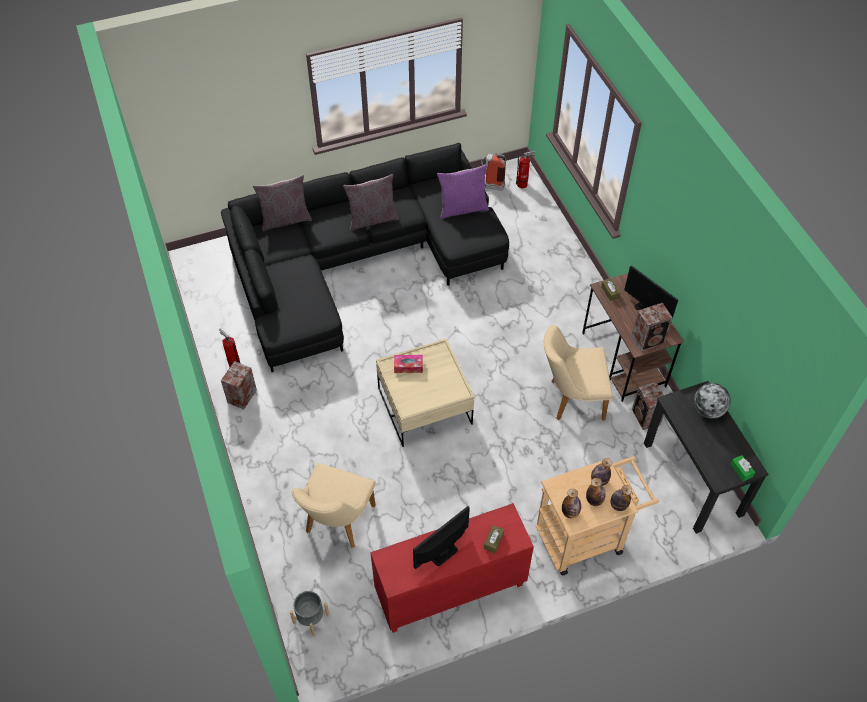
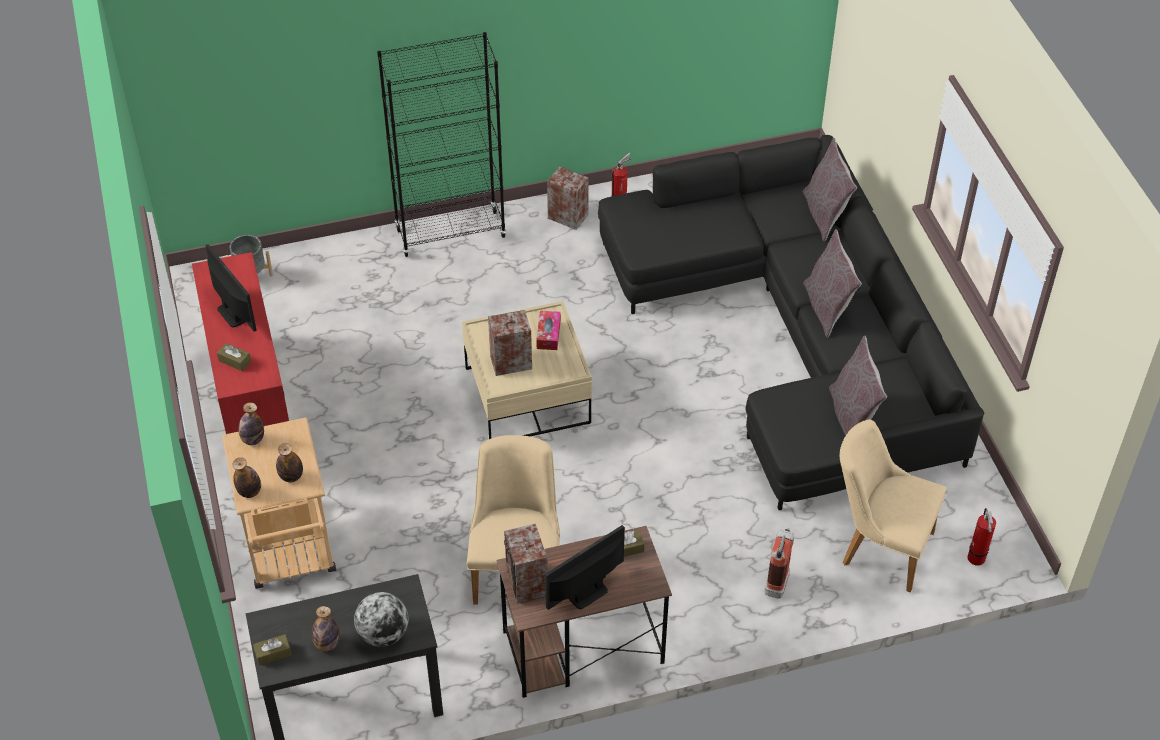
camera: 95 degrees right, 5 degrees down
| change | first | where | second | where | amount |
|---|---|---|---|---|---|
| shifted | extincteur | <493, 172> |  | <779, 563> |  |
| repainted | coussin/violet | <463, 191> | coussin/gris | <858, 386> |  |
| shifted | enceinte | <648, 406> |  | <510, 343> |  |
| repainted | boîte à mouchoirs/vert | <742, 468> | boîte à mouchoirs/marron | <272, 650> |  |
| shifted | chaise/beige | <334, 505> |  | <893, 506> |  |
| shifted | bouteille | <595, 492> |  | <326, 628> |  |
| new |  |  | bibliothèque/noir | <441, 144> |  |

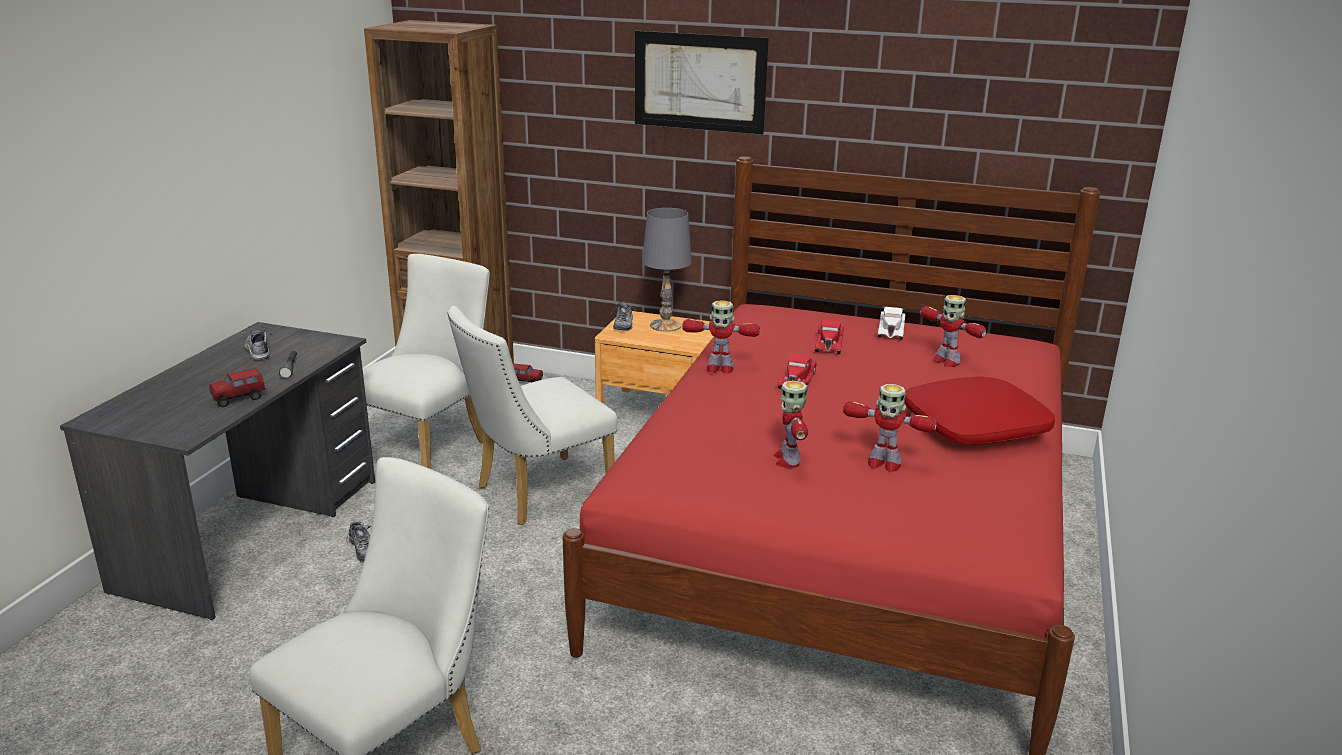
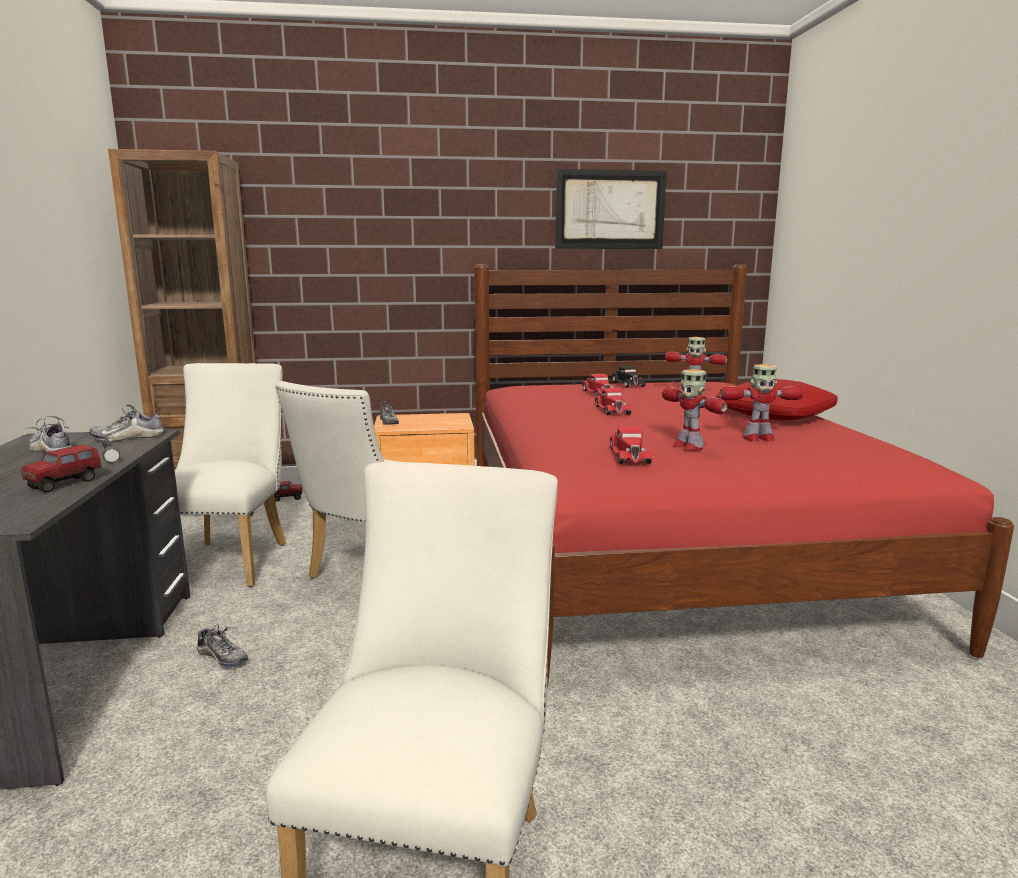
camera: 25 degrees left, 10 degrees down
| change | first | where | second | where | amount |
|---|---|---|---|---|---|
| shifted | tableau | <702, 82> |  | <611, 209> |  |
| gone | lampe de table/gris | <667, 270> |  |  |  |
| gone | robot jouet | <721, 337> |  |  |  |
| repainted | petite voiture/blanc | <891, 323> | petite voiture/noir | <628, 377> |  |
| new |  |  | chaussure | <126, 423> |  |
| new |  |  | petite voiture/rouge | <630, 445> |  |

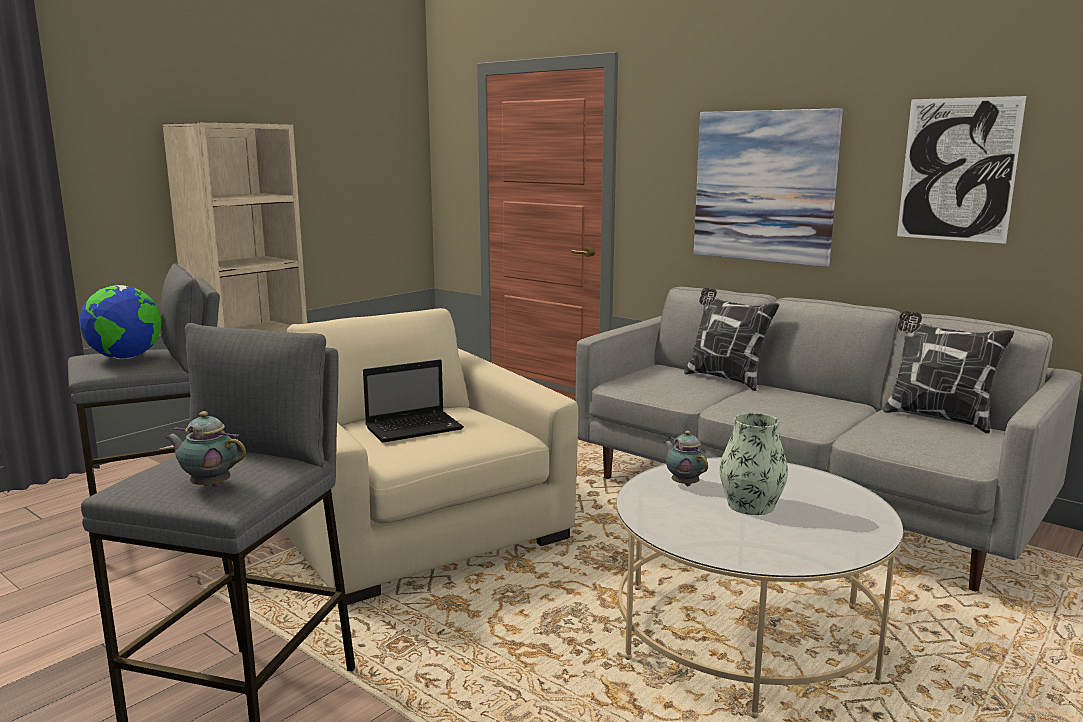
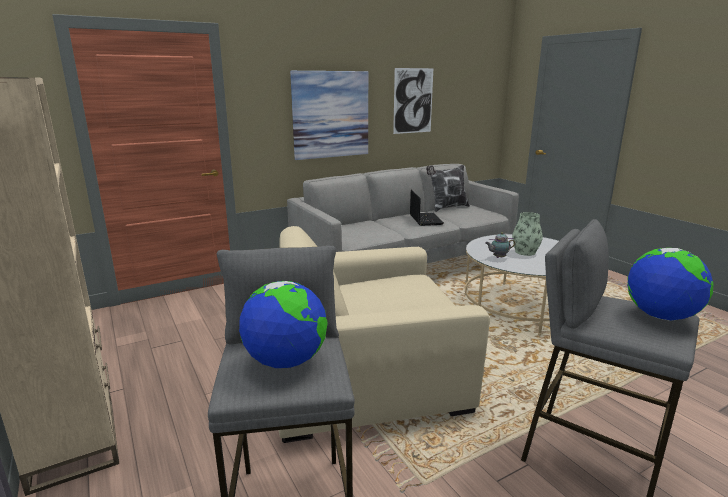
camera: 70 degrees left, 5 degrees up
| change | first | where | second | where | amount |
|---|---|---|---|---|---|
| gone | coussin | <732, 339> |  |  |  |
| shifted | ordinateur portable | <413, 401> |  | <427, 208> |  |
| swapped | théière | <205, 449> | globe | <670, 284> |  |

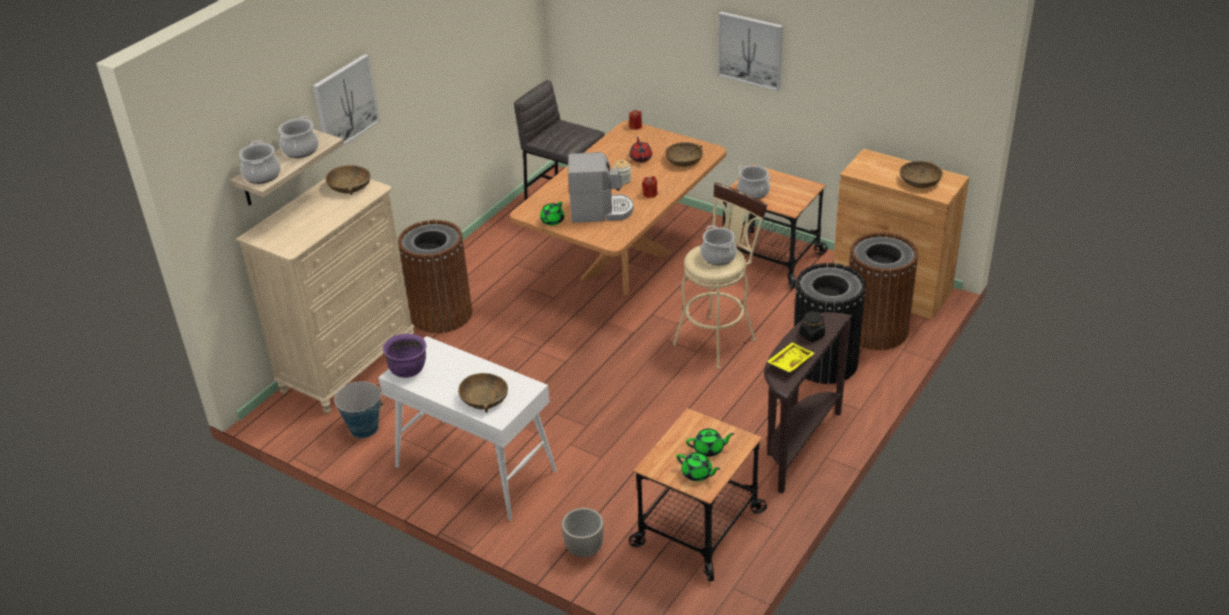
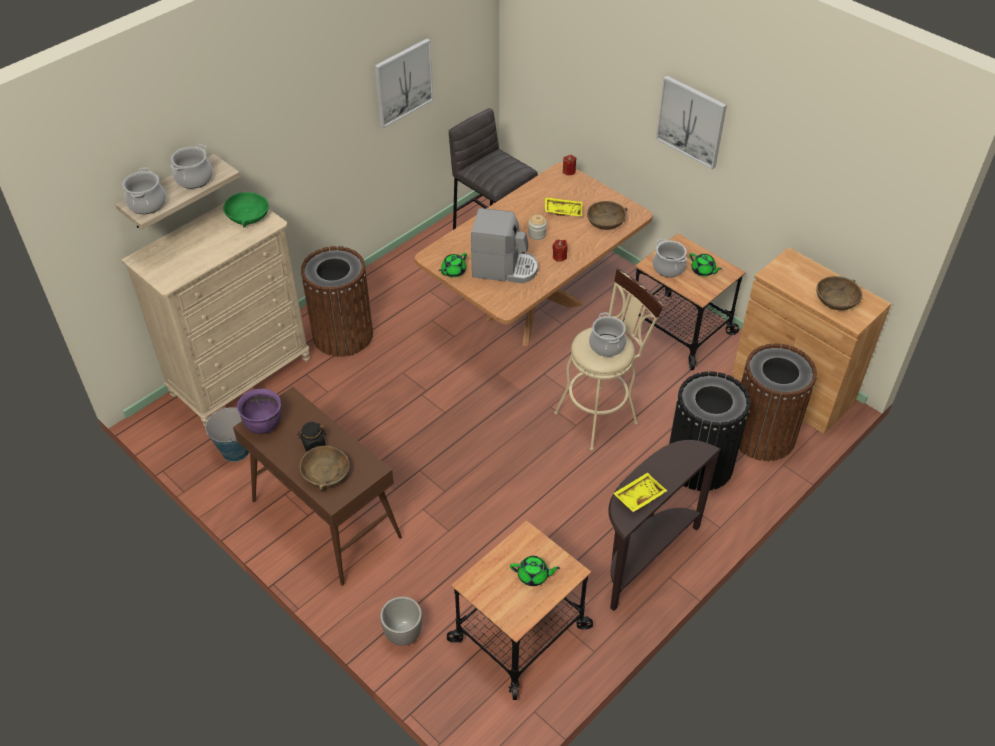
camera: 10 degrees right, 10 degrees up
| change | first | where | second | where | amount |
|---|---|---|---|---|---|
| shifted | tableau | <346, 104> |  | <404, 83> |  |
| swapped | théière/rouge | <640, 150> | plateau/jaune | <564, 207> |  |
| repainted | bol/marron | <348, 180> | bol/vert | <246, 210> |  |
| shifted | bocal/noir | <812, 327> |  | <311, 437> |  |
| repainted | table console/blanc | <467, 428> | table console/marron | <317, 486> |  |
| shifted | théière/vert | <698, 466> |  | <705, 264> |  |

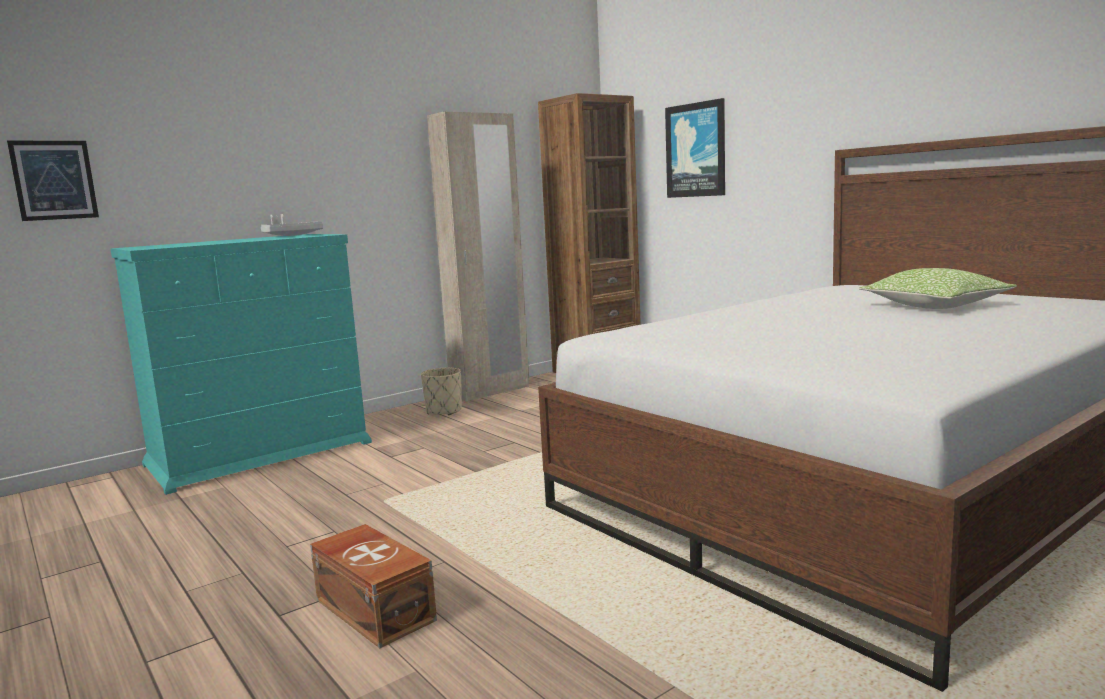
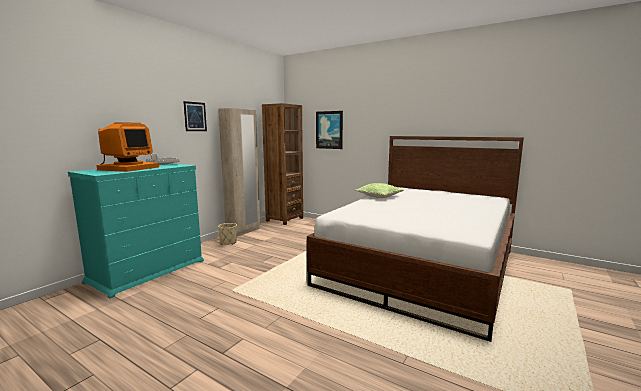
camera: 20 degrees left, 0 degrees up
| change | first | where | second | where | amount |
|---|---|---|---|---|---|
| shifted | tableau | <53, 181> |  | <195, 116> |  |
| shifted | coussin | <938, 288> |  | <379, 190> |  |
| gone | boîte de rangement/marron | <373, 586> |  |  |  |
| new |  |  | écran d'ordinateur | <128, 147> |  |

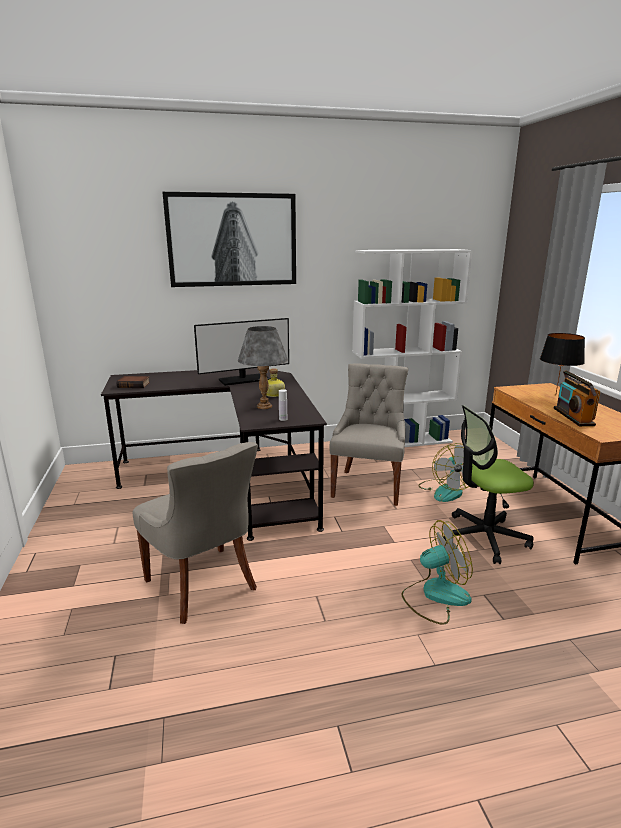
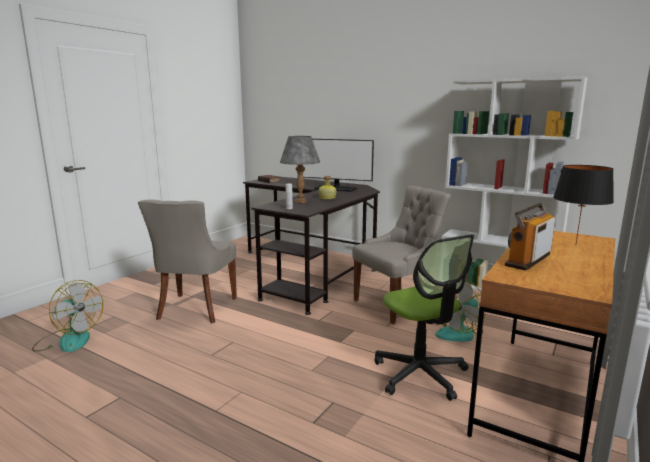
camera: 45 degrees right, 5 degrees down
| change | first | where | second | where | amount |
|---|---|---|---|---|---|
| gone | tableau | <229, 239> |  |  |  |
| rotated | chaise de bureau | <488, 484> |  | <424, 317> | 150 degrees counterclockwise |
| shifted | ventilateur | <437, 572> |  | <67, 316> |  |

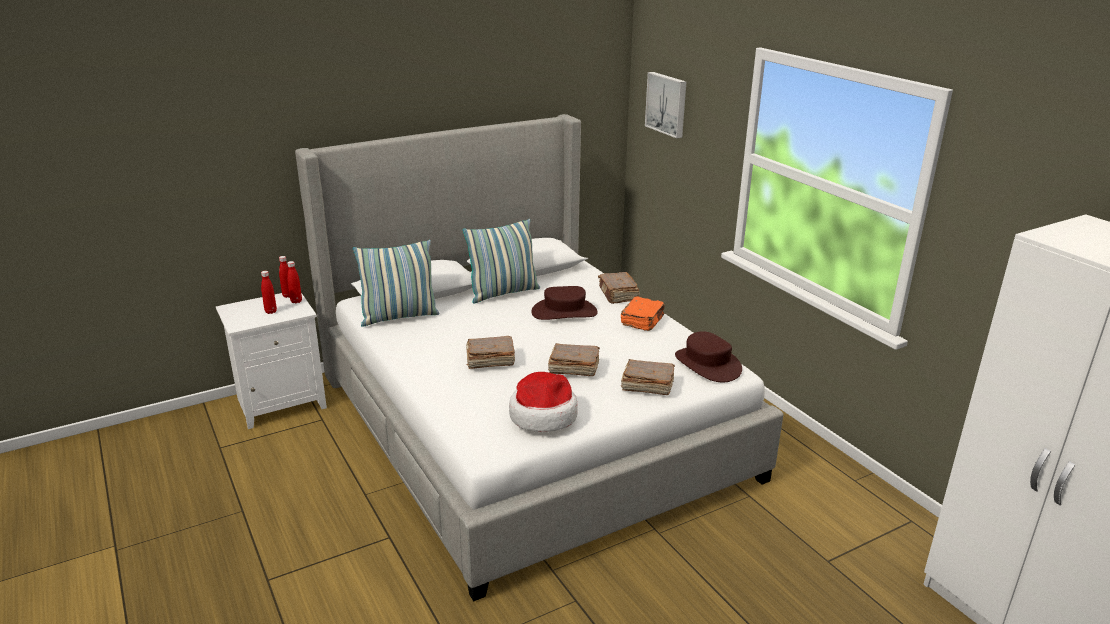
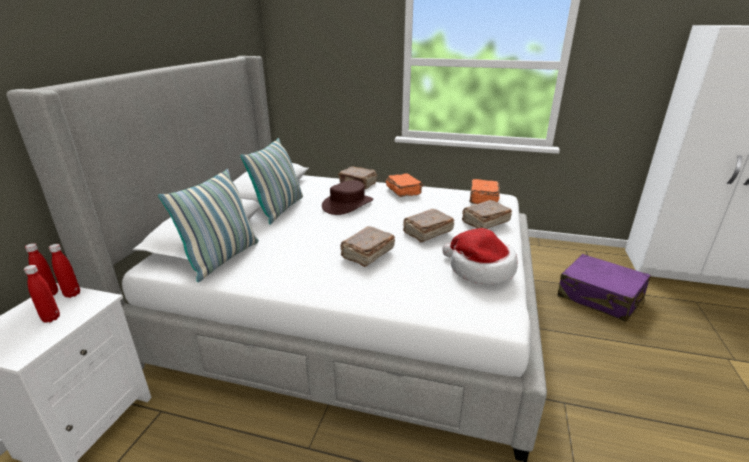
camera: 45 degrees left, 0 degrees up
| change | first | where | second | where | amount |
|---|---|---|---|---|---|
| gone | tableau | <665, 105> |  |  |  |
| swapped | chapeau/marron | <708, 356> | livre/orange | <484, 191> |  |
| new |  |  | valise/violet | <604, 288> |  |

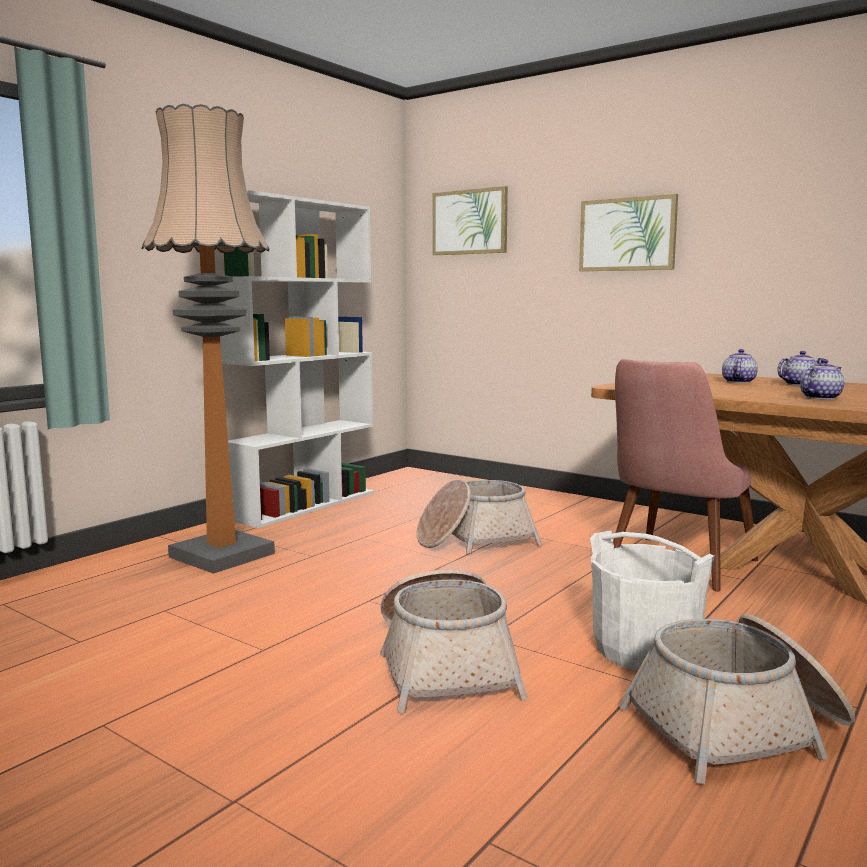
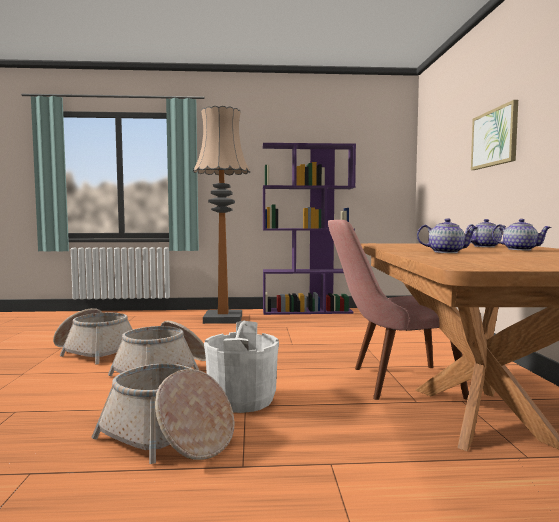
camera: 50 degrees right, 5 degrees down
| change | first | where | second | where | amount |
|---|---|---|---|---|---|
| gone | tableau | <470, 220> |  |  |  |
| repainted | bibliothèque/blanc | <295, 359> | bibliothèque/violet | <309, 229> |  |
| shifted | panier | <479, 517> |  | <93, 336> |  |

